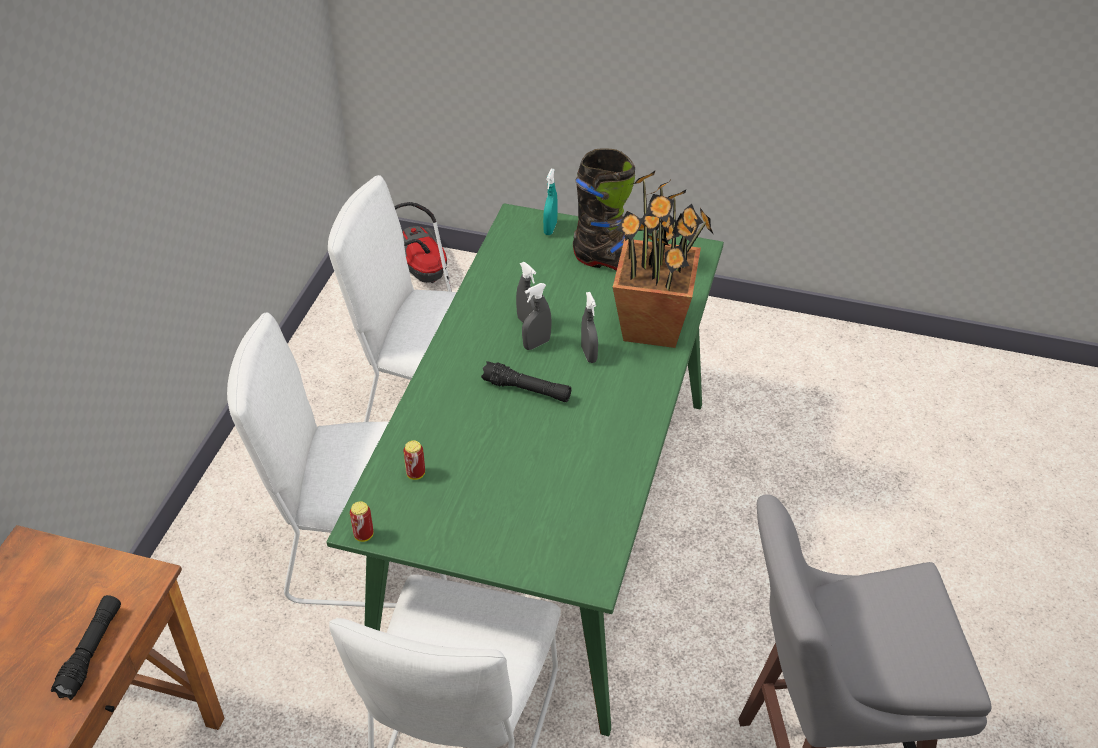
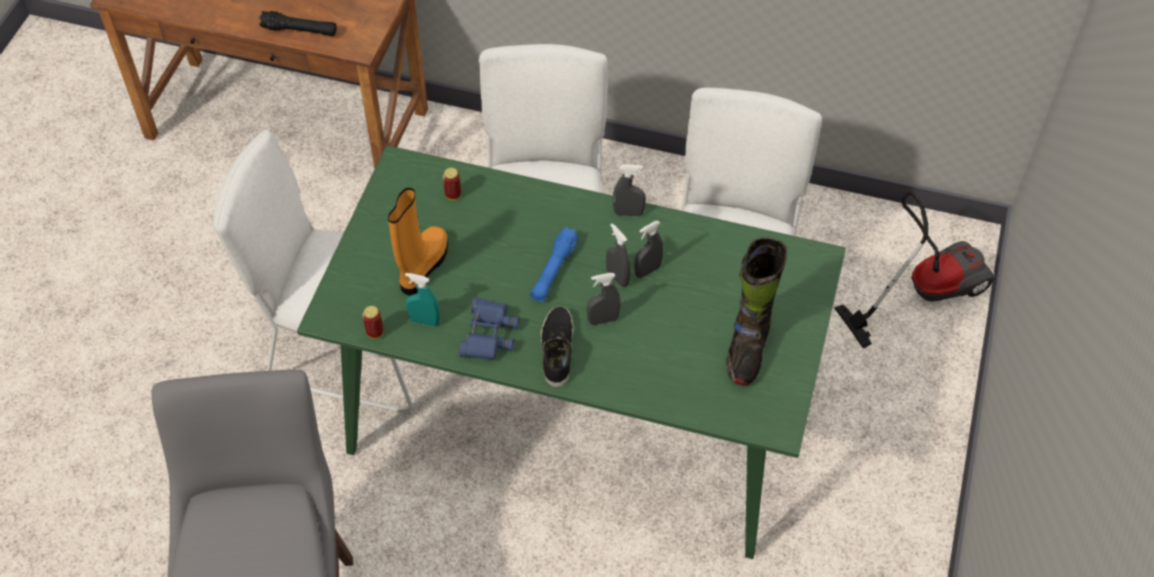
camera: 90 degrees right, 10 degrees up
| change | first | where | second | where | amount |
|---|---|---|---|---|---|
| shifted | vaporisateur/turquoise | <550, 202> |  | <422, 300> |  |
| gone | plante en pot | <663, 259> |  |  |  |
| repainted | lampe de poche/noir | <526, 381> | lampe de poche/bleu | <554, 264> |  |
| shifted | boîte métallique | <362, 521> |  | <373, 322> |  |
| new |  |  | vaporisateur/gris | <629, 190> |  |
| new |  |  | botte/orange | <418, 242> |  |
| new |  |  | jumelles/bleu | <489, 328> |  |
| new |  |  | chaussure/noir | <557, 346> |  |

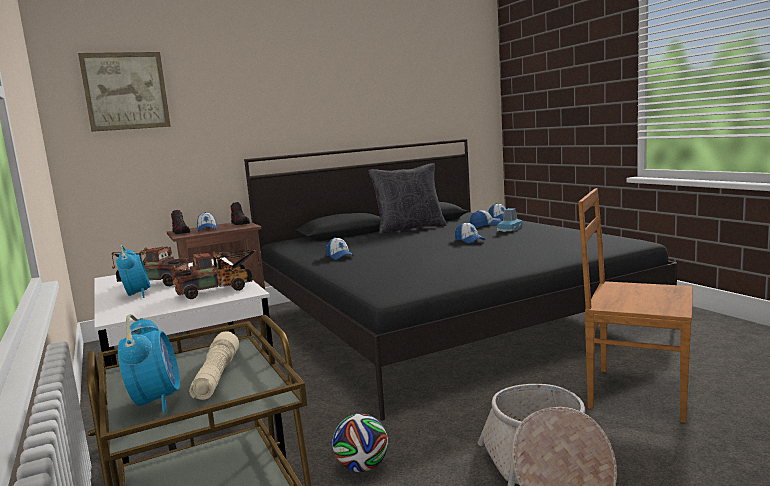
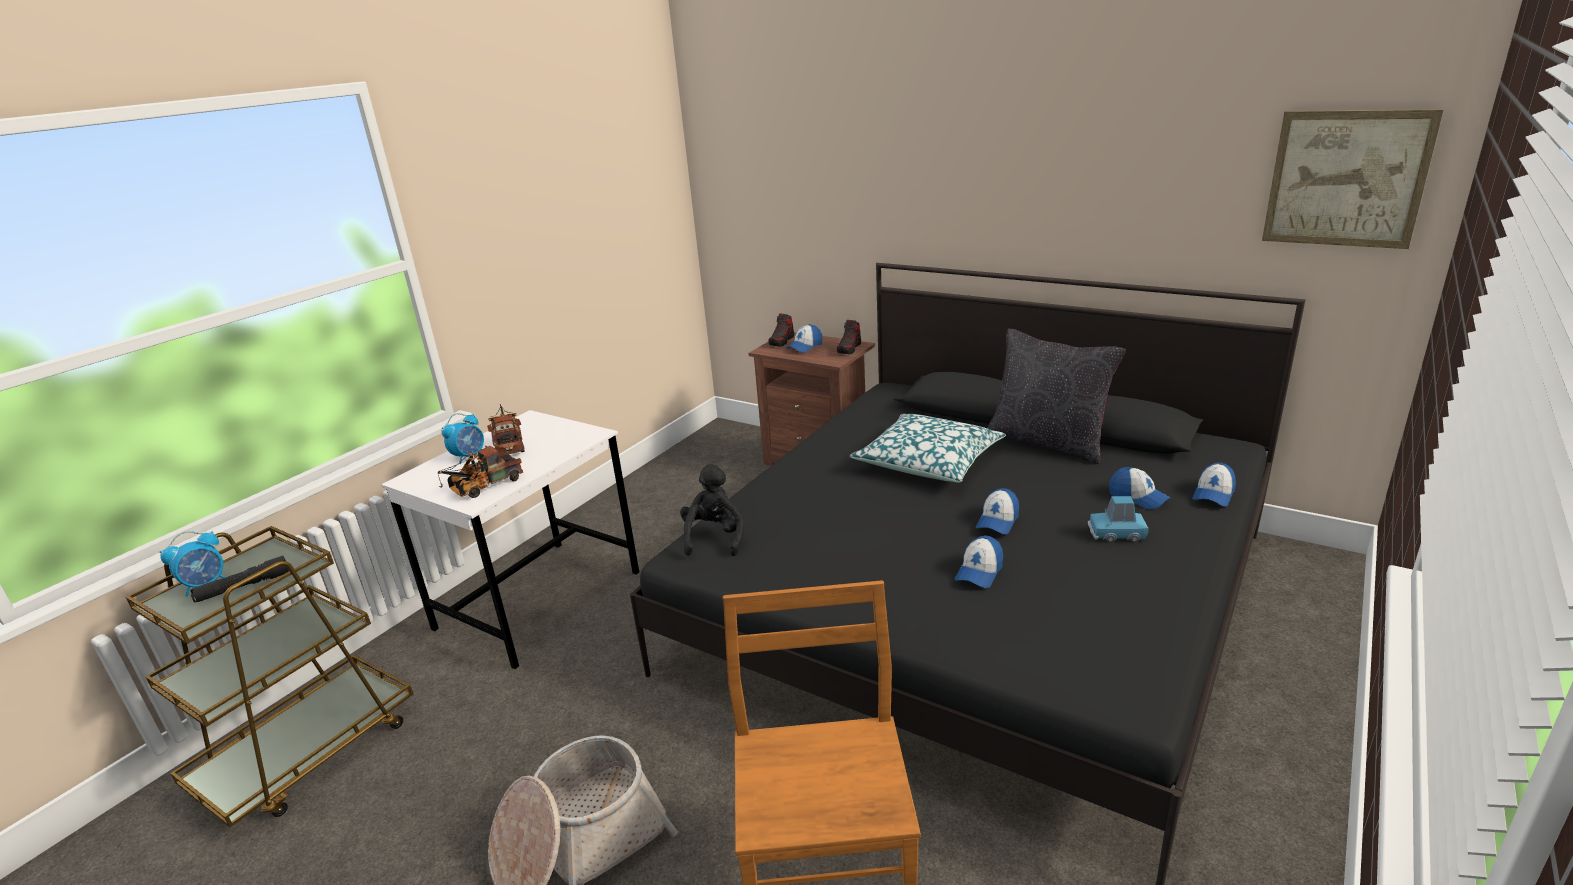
camera: 60 degrees right, 15 degrees up
| change | first | where | second | where | amount |
|---|---|---|---|---|---|
| shifted | tableau | <124, 92> |  | <1352, 179> |  |
| shifted | casquette | <340, 248> |  | <979, 562> |  |
| rotated | camion jouet | <217, 274> |  | <480, 472> | 105 degrees clockwise |
| repainted | lampe de poche/beige | <214, 365> | lampe de poche/noir | <239, 579> |  |
| gone | ballon de foot | <360, 443> |  |  |  |
| new |  |  | coussin | <928, 448> |  |
| new |  |  | peluche/noir | <712, 510> |  |

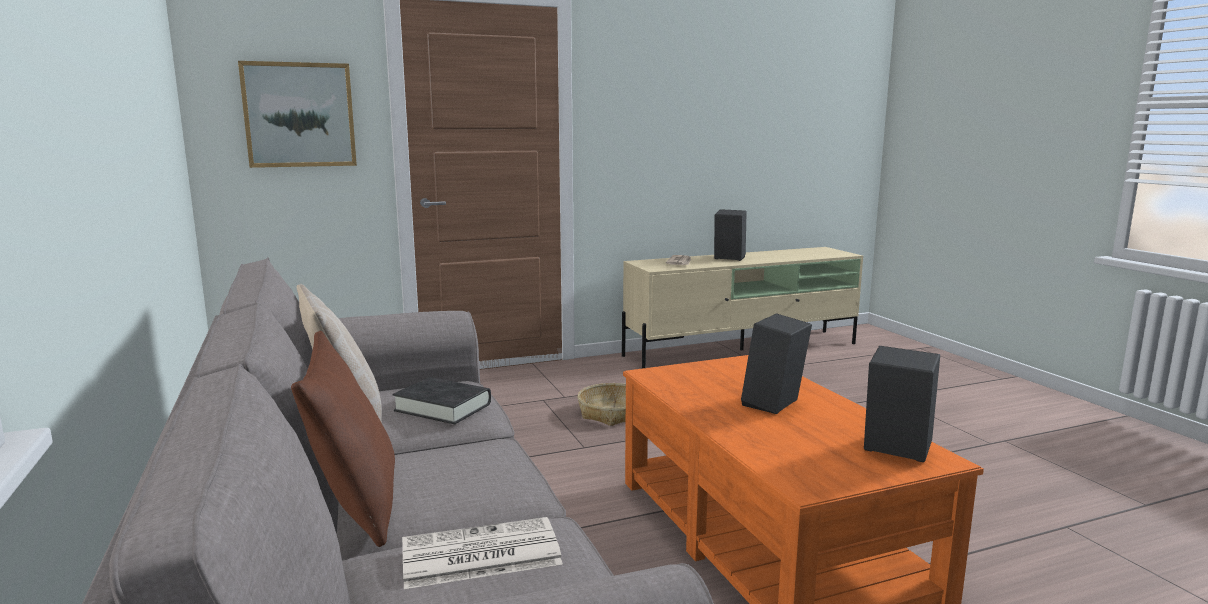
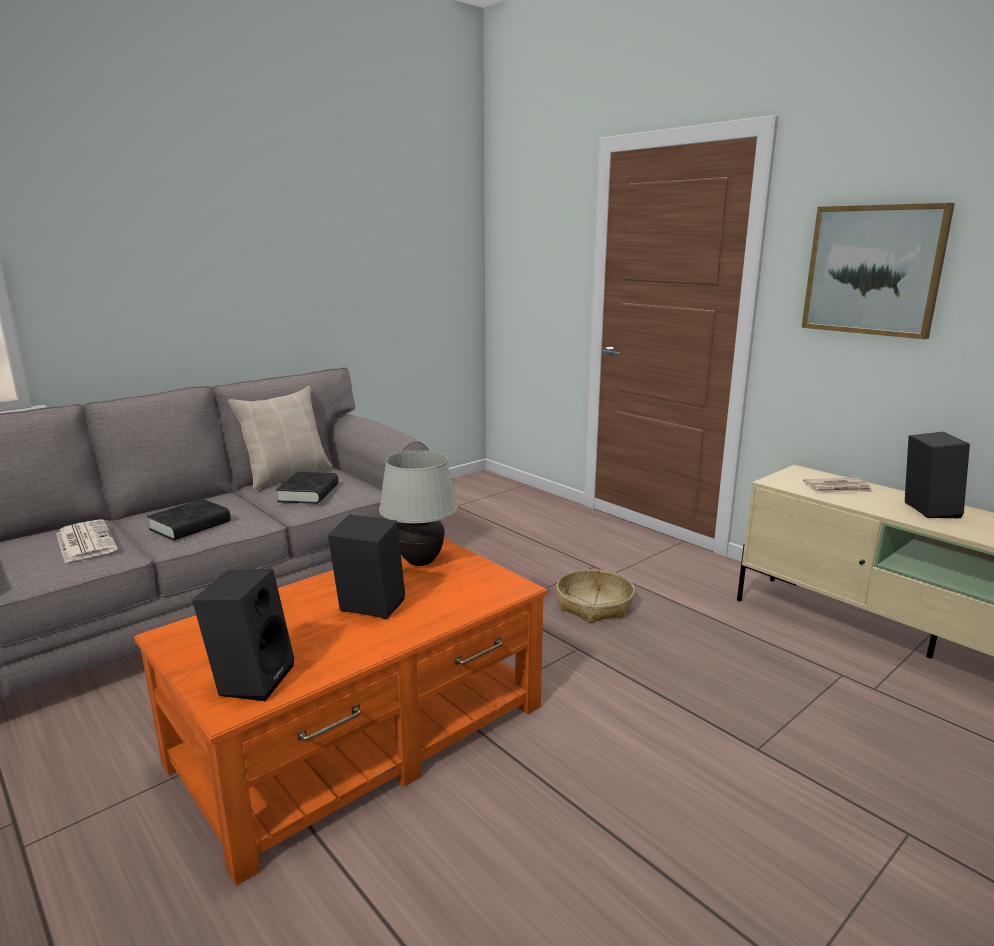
camera: 70 degrees right, 5 degrees up
| change | first | where | second | where | amount |
|---|---|---|---|---|---|
| shifted | tableau | <297, 114> |  | <878, 271> |  |
| gone | coussin/marron | <343, 439> |  |  |  |
| new |  |  | lampe de table/blanc | <418, 508> |  |
| new |  |  | livre/noir | <189, 520> |  |

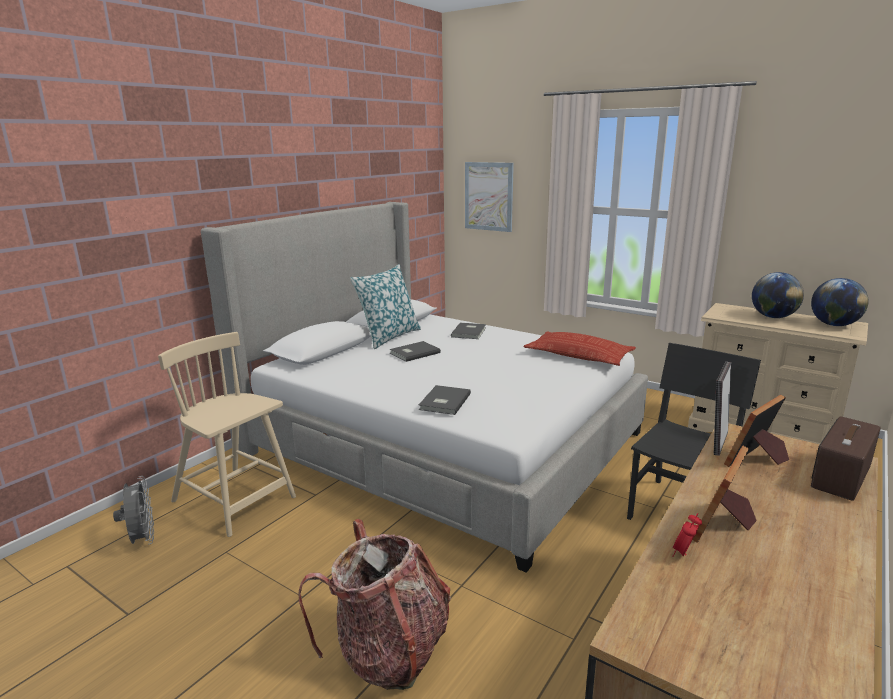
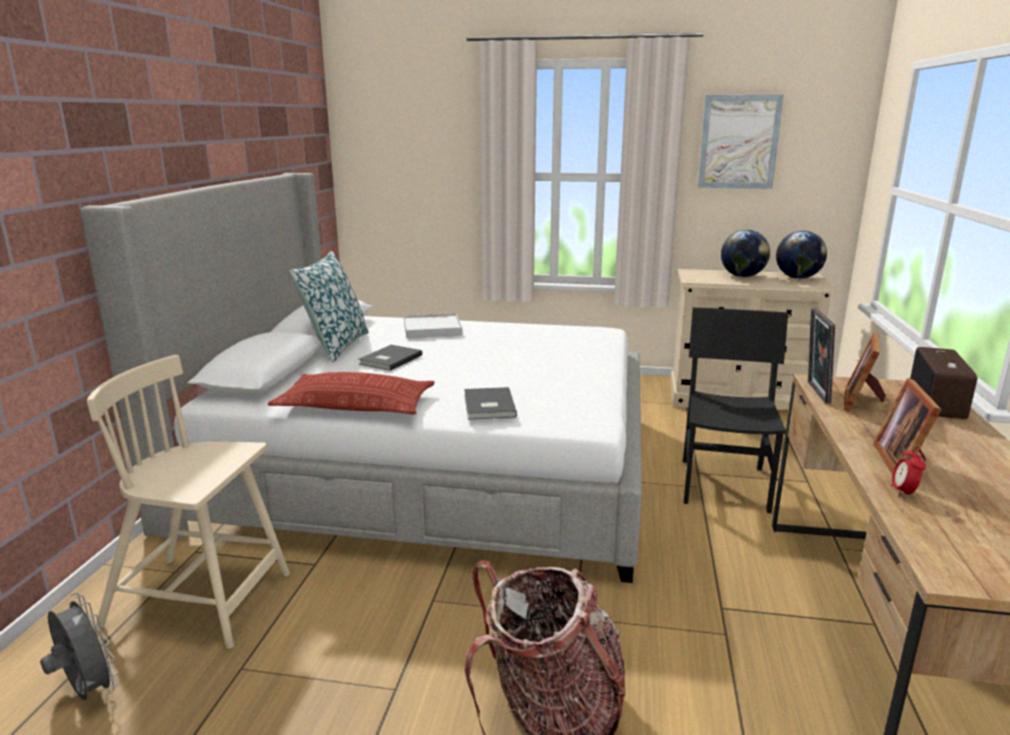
camera: 25 degrees left, 0 degrees up
| change | first | where | second | where | amount |
|---|---|---|---|---|---|
| shifted | tableau | <489, 197> |  | <740, 141> |  |
| swapped | livre/gris | <468, 331> | plateau/blanc | <433, 326> |  |
| shifted | coussin | <579, 348> |  | <351, 393> |  |

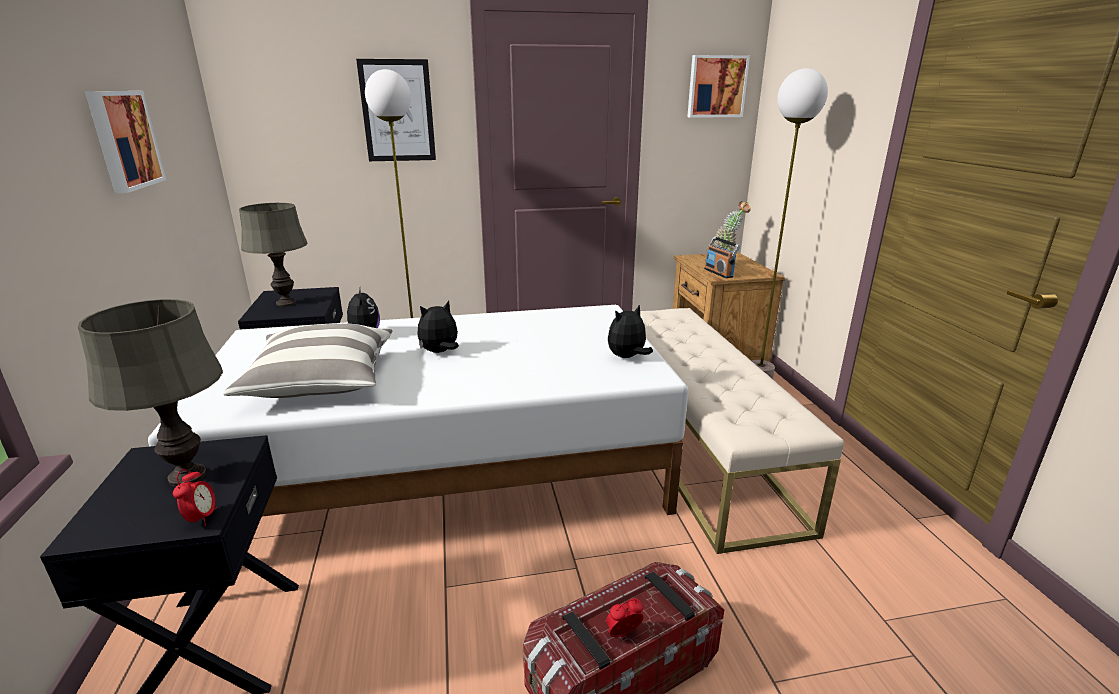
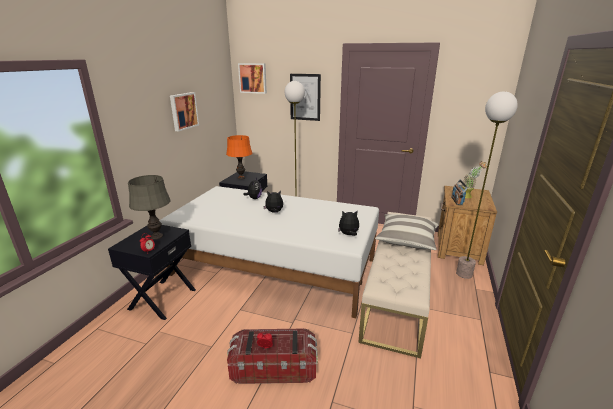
camera: 30 degrees right, 0 degrees up
| change | first | where | second | where | amount |
|---|---|---|---|---|---|
| shifted | tableau | <718, 86> |  | <252, 78> |  |
| repainted | lampe de table/gris | <273, 255> | lampe de table/orange | <239, 157> |  |
| shifted | coussin | <307, 360> |  | <407, 232> |  |

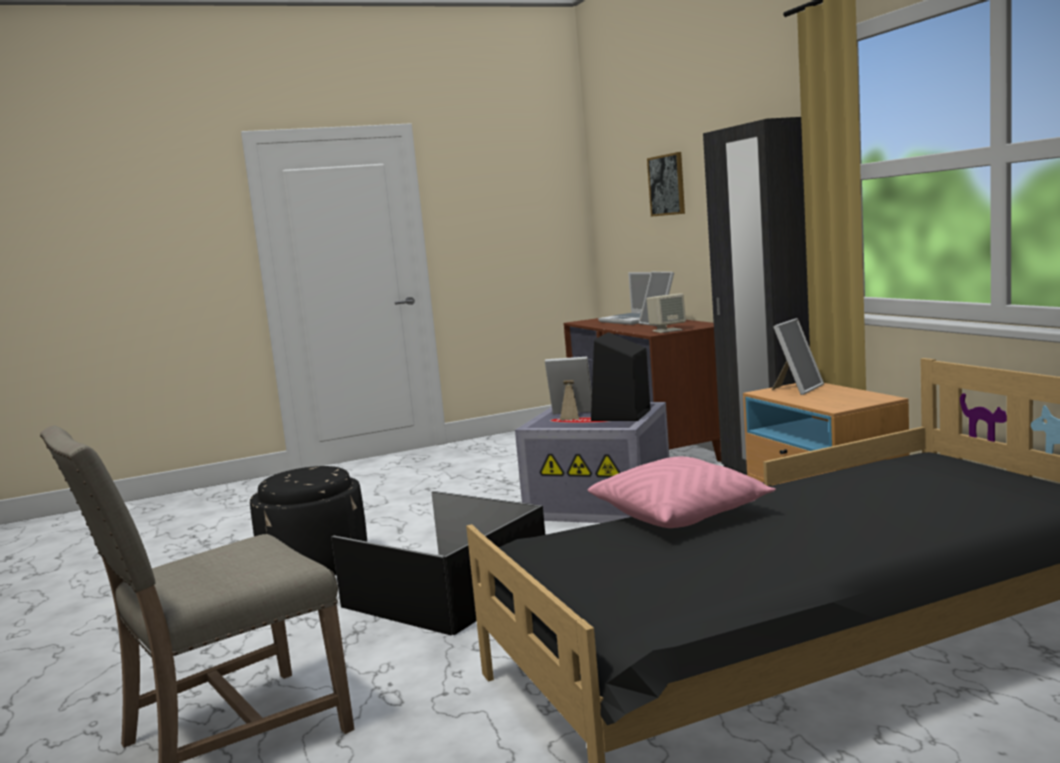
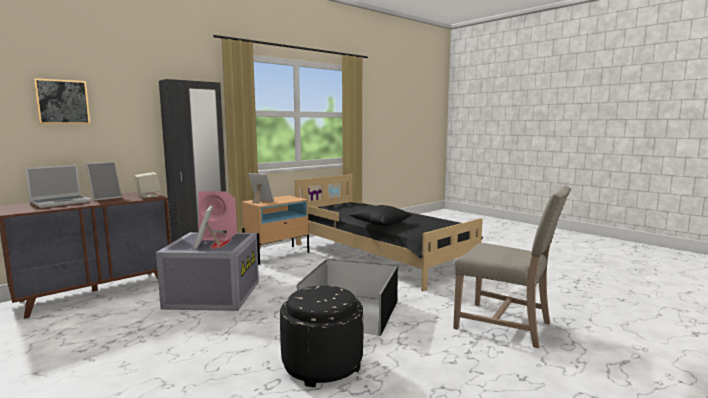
camera: 110 degrees left, 0 degrees up
| change | first | where | second | where | amount |
|---|---|---|---|---|---|
| repainted | enceinte/noir | <621, 376> | enceinte/rose | <217, 216> |  |
| repainted | coussin/rose | <682, 492> | coussin/noir | <380, 215> |  |

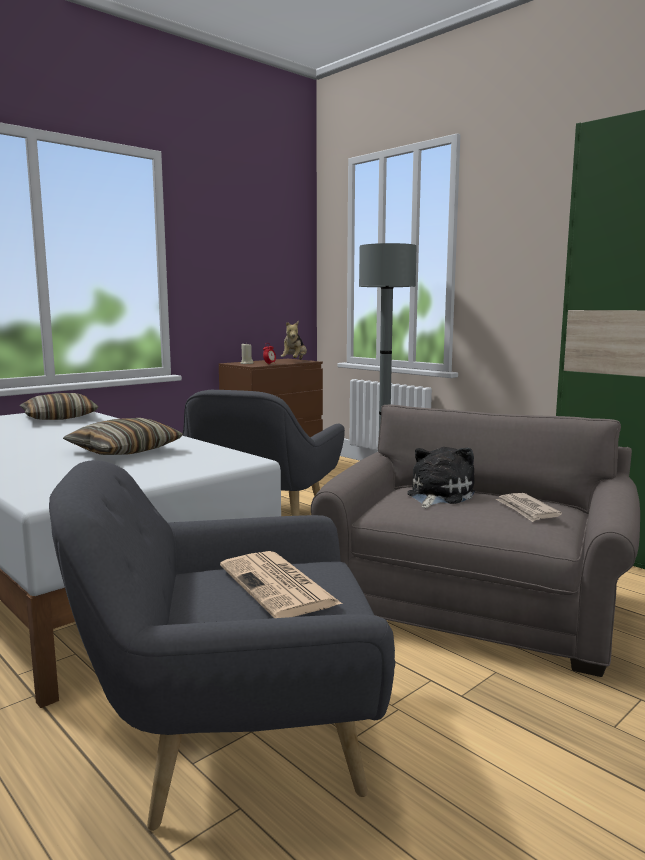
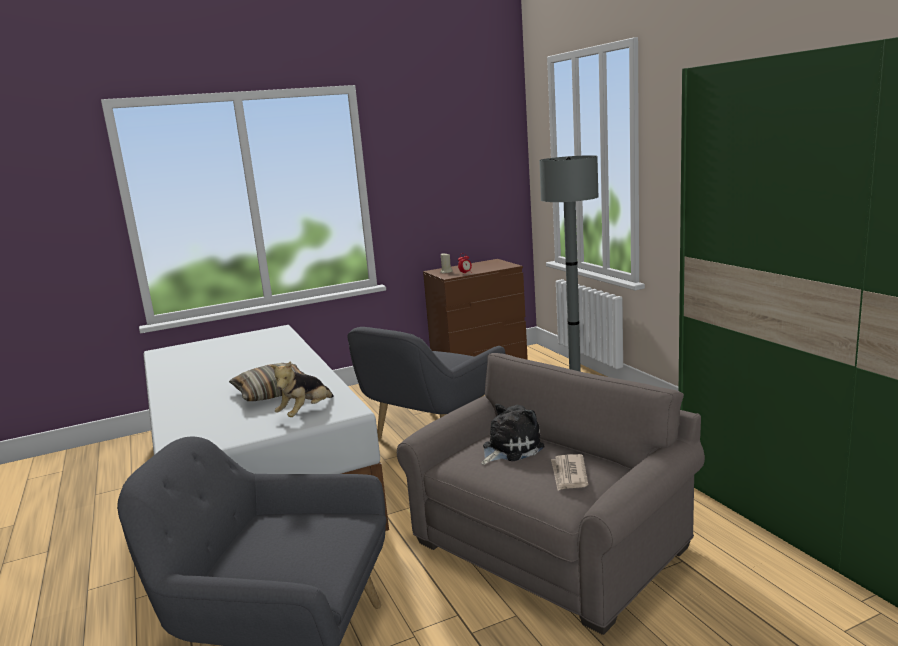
camera: 20 degrees right, 5 degrees up
| change | first | where | second | where | amount |
|---|---|---|---|---|---|
| shifted | peluche | <294, 340> |  | <302, 389> |  |
| gone | coussin | <59, 406> |  |  |  |
| gone | journal | <281, 584> |  |  |  |

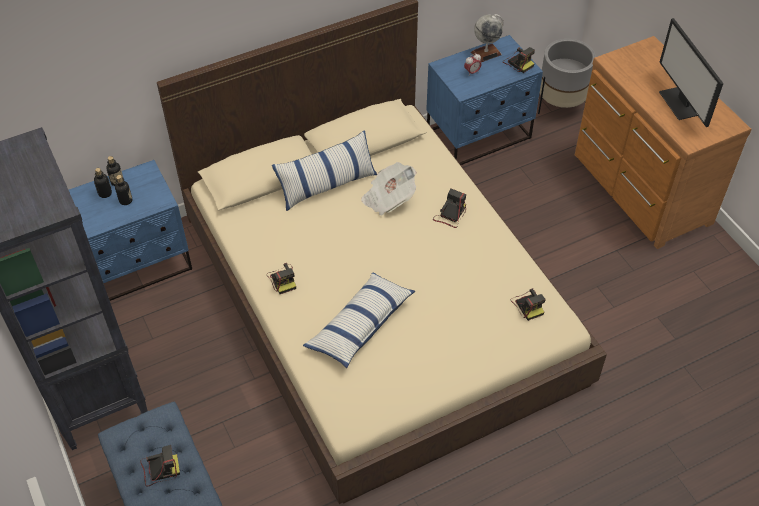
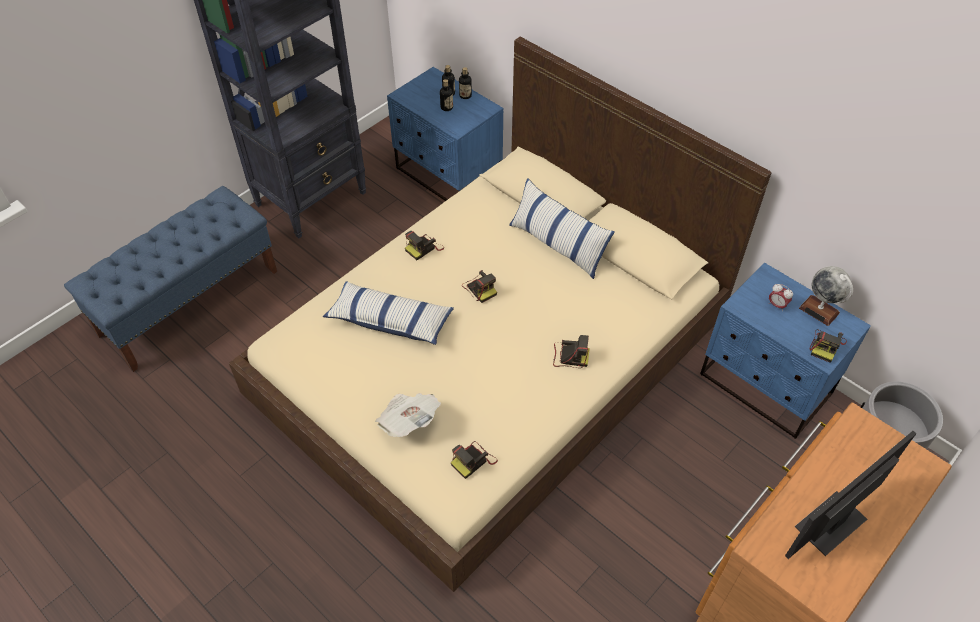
camera: 70 degrees right, 0 degrees up
| change | first | where | second | where | amount |
|---|---|---|---|---|---|
| shifted | journal | <389, 189> |  | <408, 415> |  |
| shifted | appareil photo | <160, 466> |  | <479, 286> |  |

